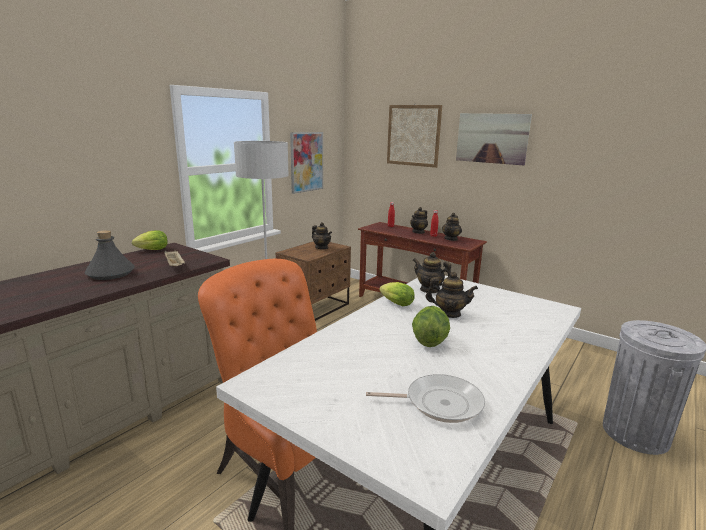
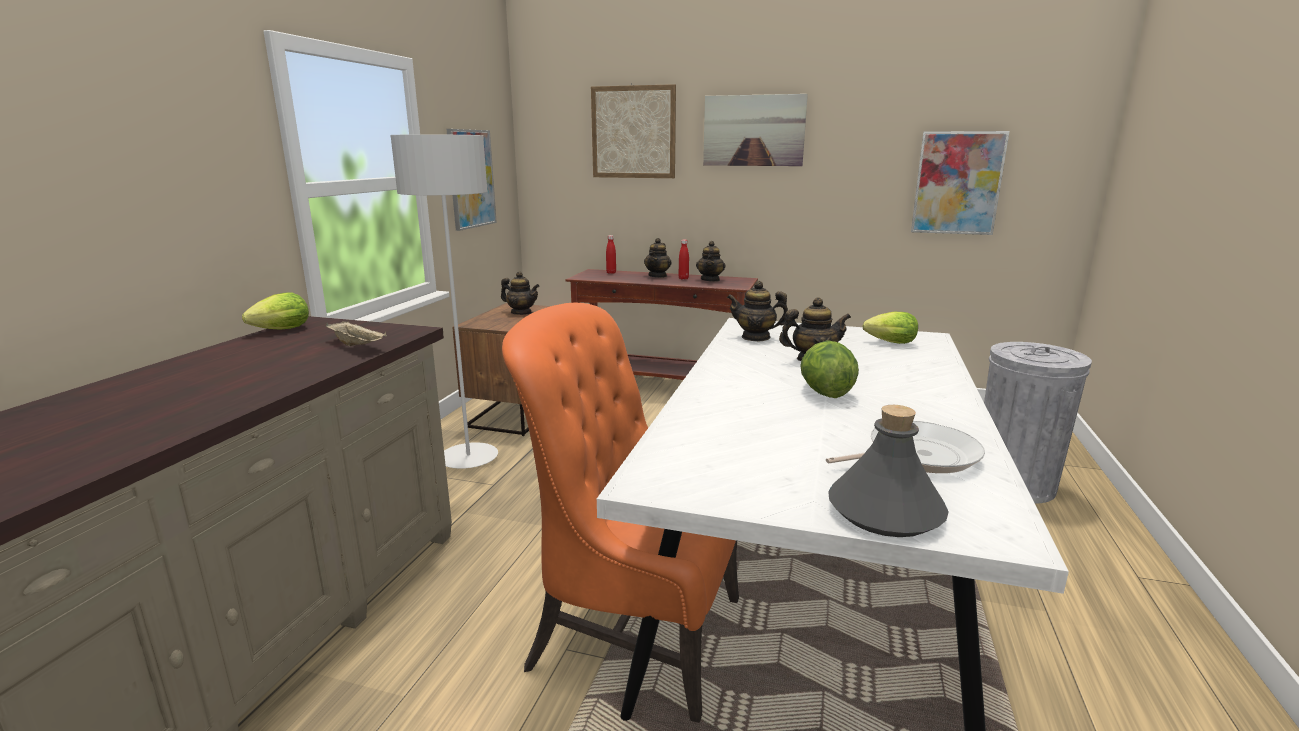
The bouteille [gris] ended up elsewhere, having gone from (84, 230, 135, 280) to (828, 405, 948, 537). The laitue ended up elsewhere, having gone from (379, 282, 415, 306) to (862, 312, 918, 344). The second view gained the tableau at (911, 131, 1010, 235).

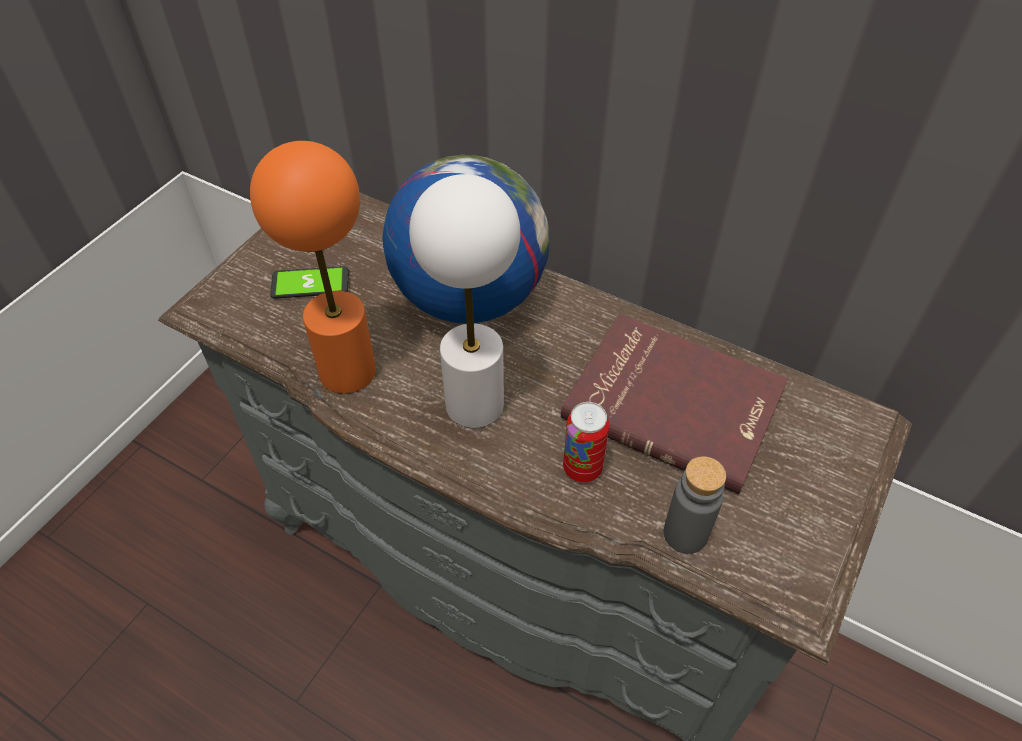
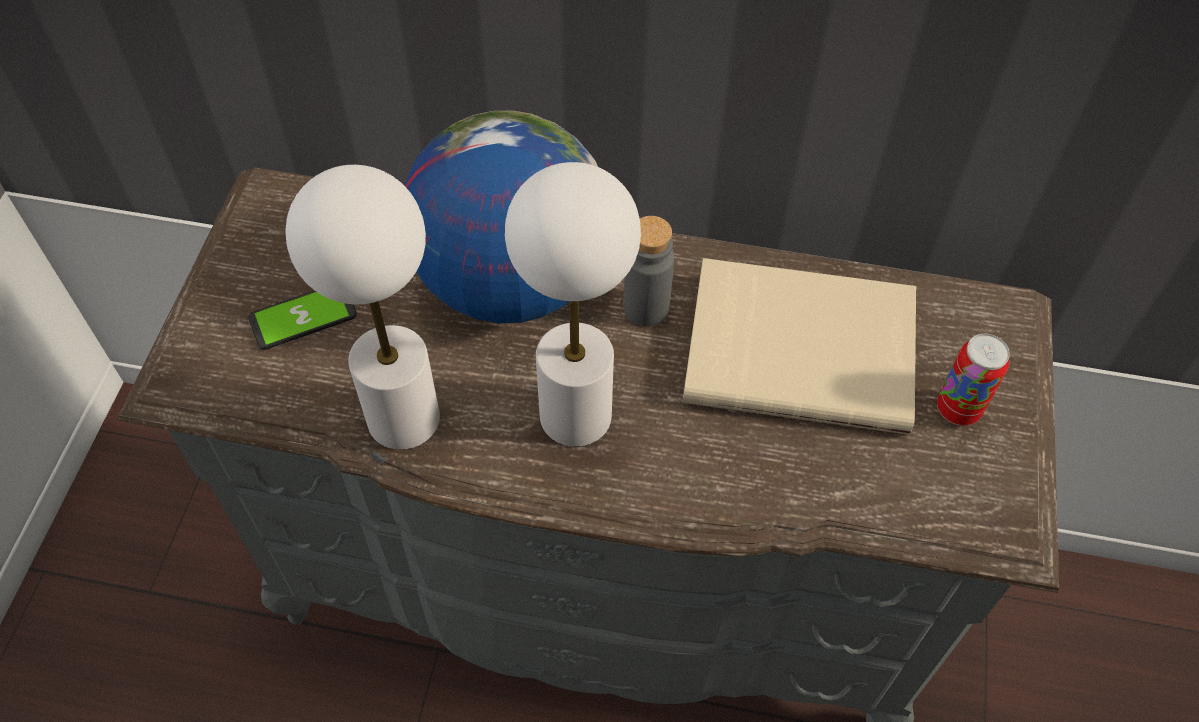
What was the lampe de table [orange] at (250, 141, 376, 394) turned into the lampe de table [blanc] at (285, 165, 440, 450). The bouteille [gris] ended up elsewhere, having gone from (664, 456, 726, 554) to (623, 216, 674, 326). What was the livre [rouge] at (561, 314, 788, 494) turned into the livre [beige] at (682, 258, 916, 435). The boîte métallique ended up elsewhere, having gone from (563, 402, 609, 483) to (937, 334, 1010, 426).

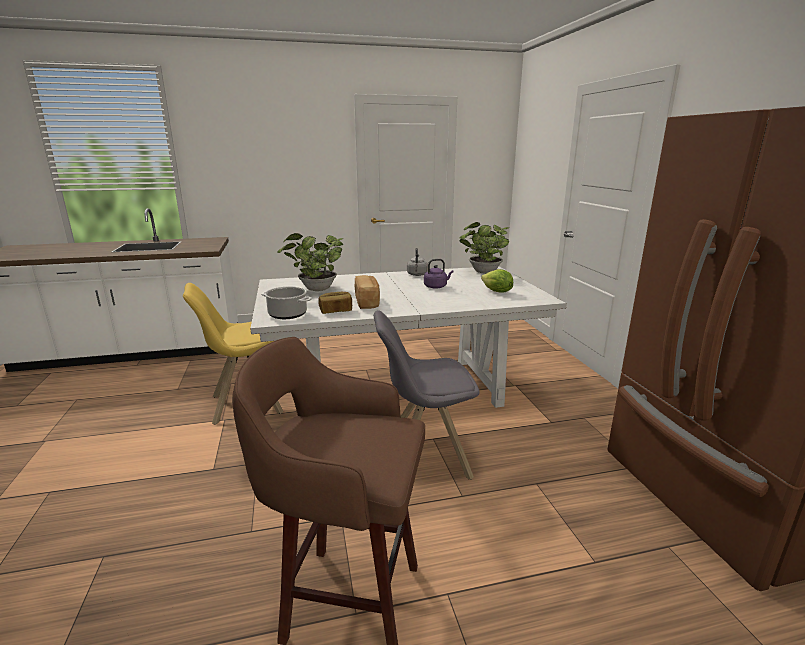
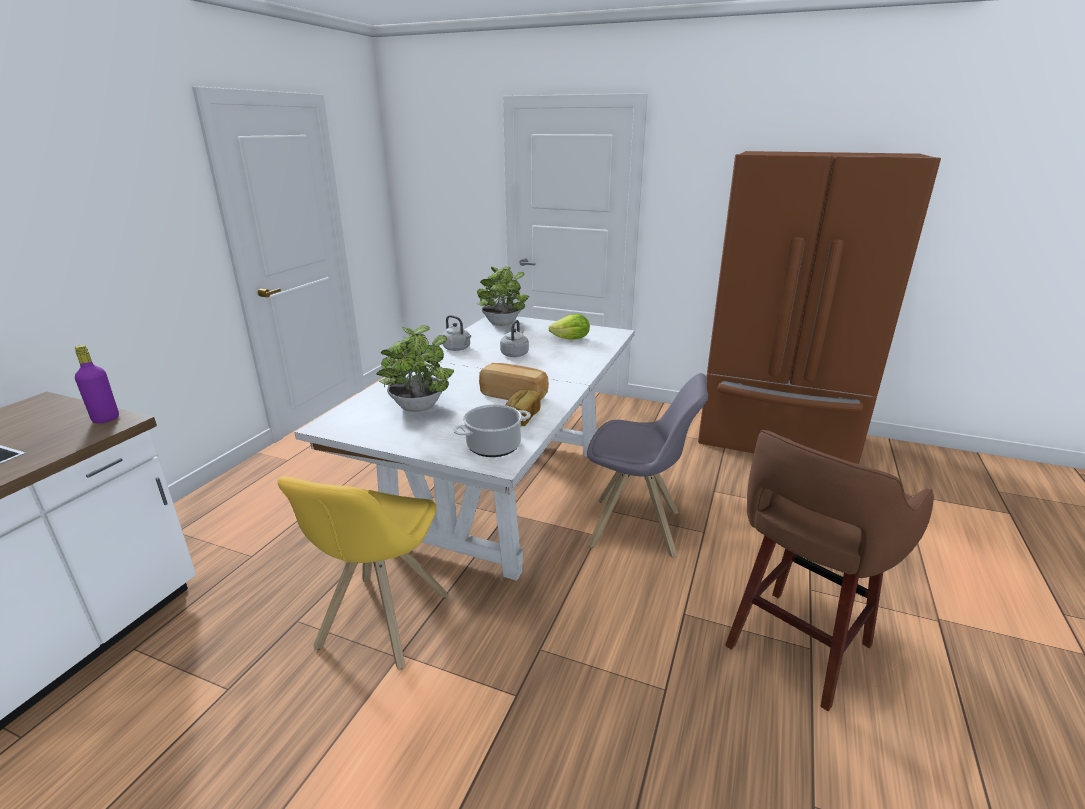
The second view gained the bouteille [violet] at (75, 345, 119, 423). What was the bouilloire [violet] at (424, 259, 454, 289) turned into the bouilloire [gris] at (500, 320, 529, 357). The chaise [gris] at (374, 310, 479, 480) ended up facing another way, 105 degrees counterclockwise from before.

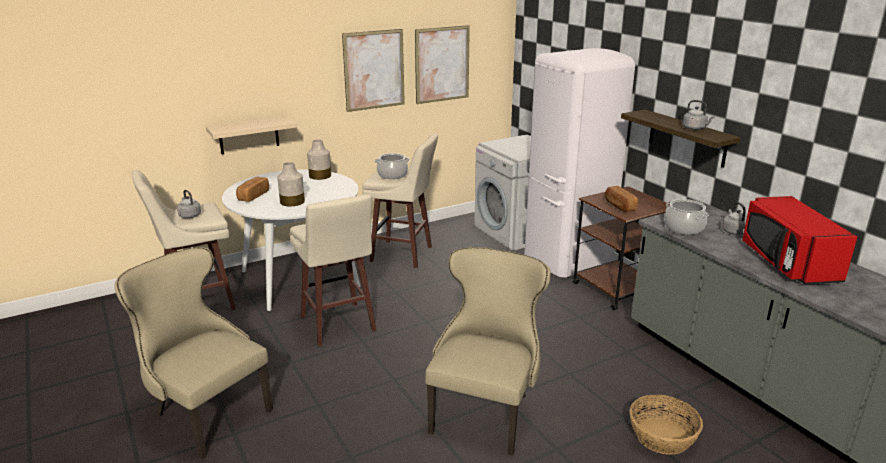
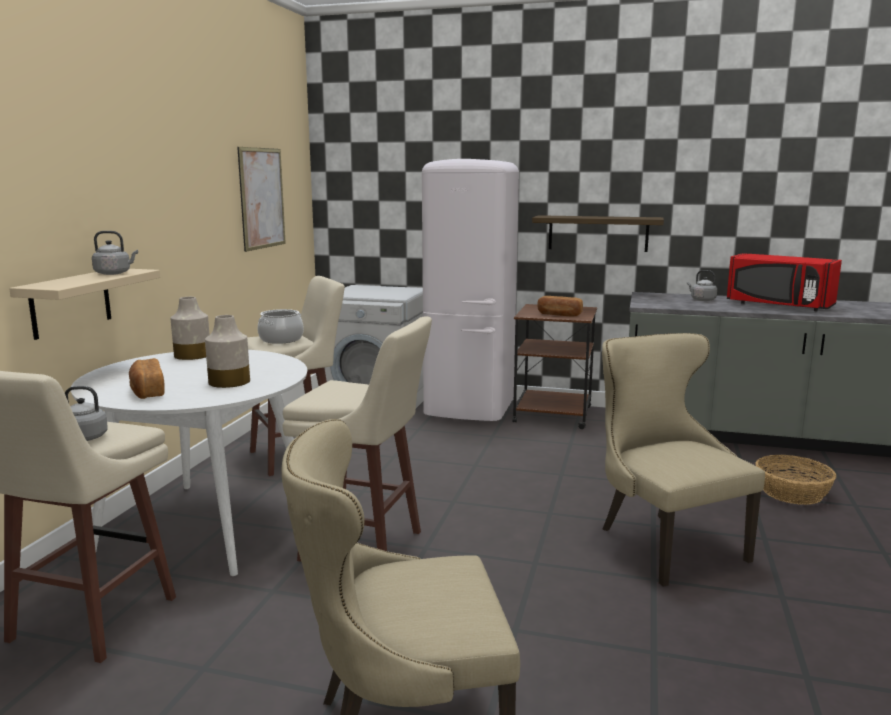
The bouilloire [gris] ended up elsewhere, having gone from (682, 100, 715, 130) to (92, 231, 138, 275). The second view lost the tableau at (342, 29, 405, 112). The second view lost the marmite at (664, 199, 709, 235).

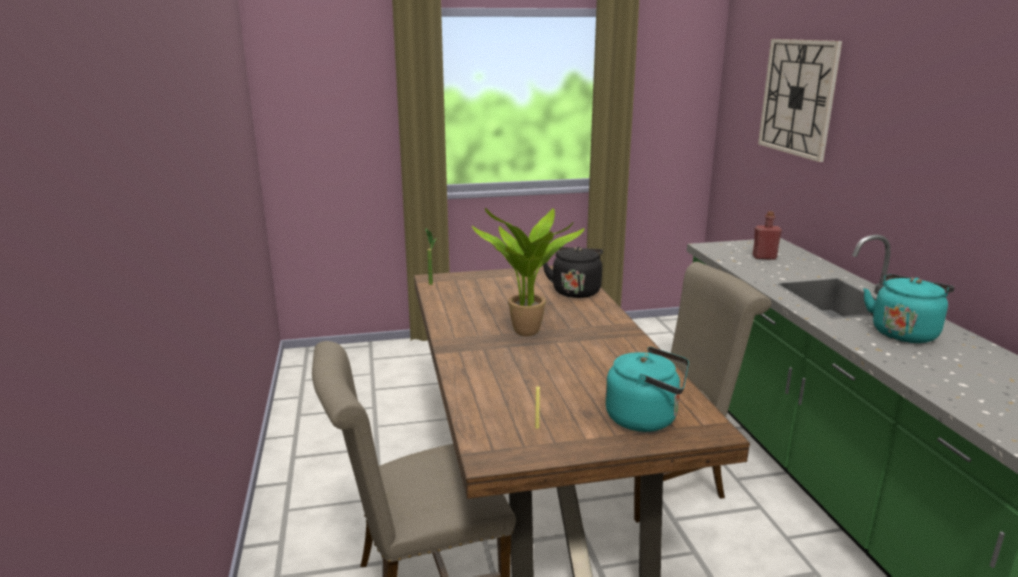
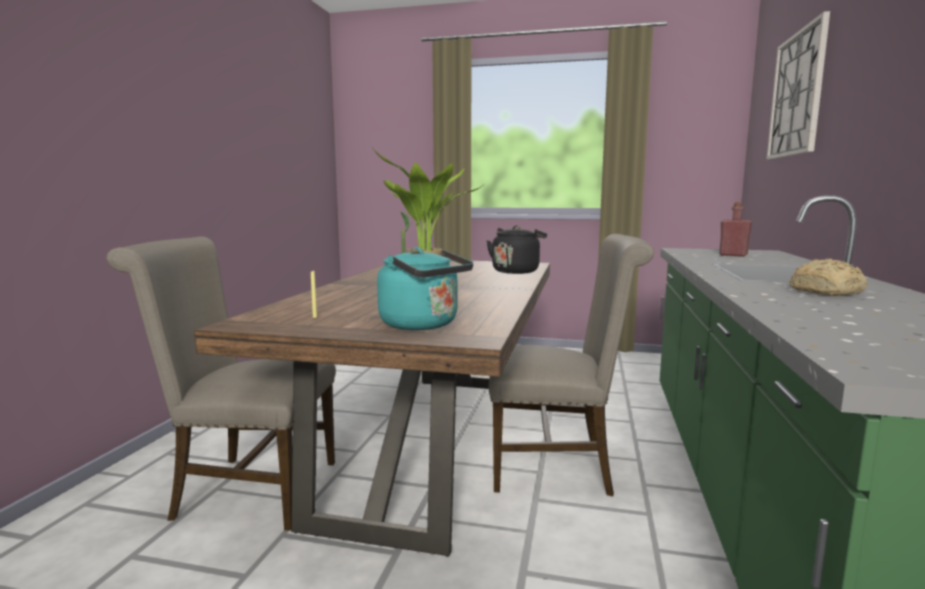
Where the bouilloire [turquoise] stood at (863, 274, 954, 343), the pain came to stand at (789, 259, 867, 296).

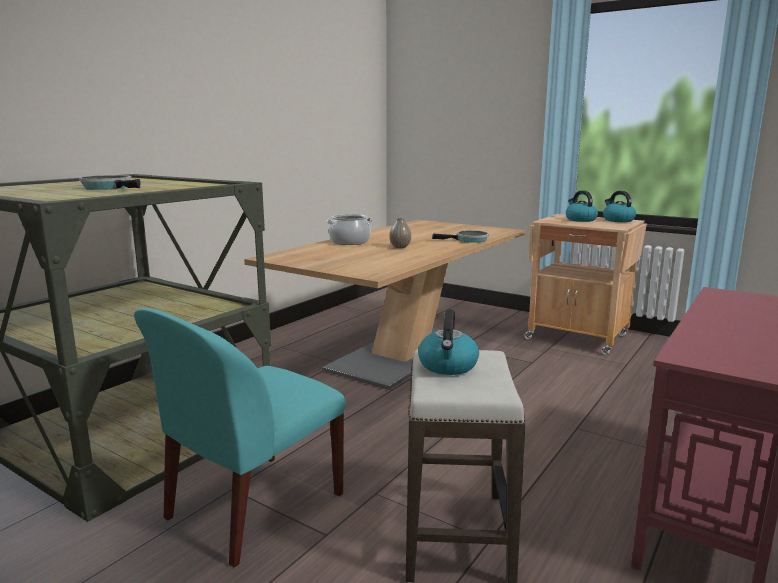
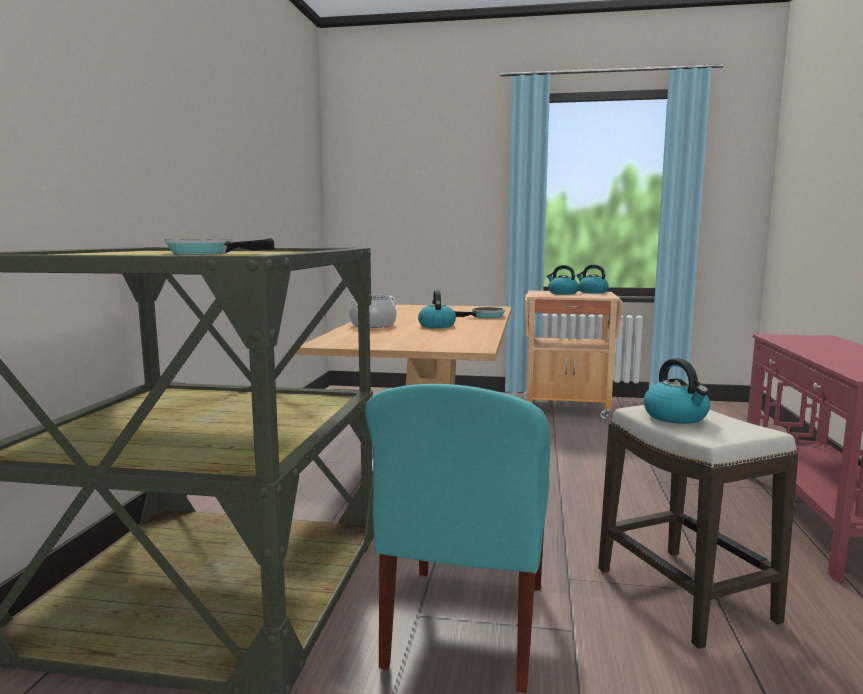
Where the vase stood at (389, 218, 411, 248), the bouilloire came to stand at (418, 290, 456, 328).

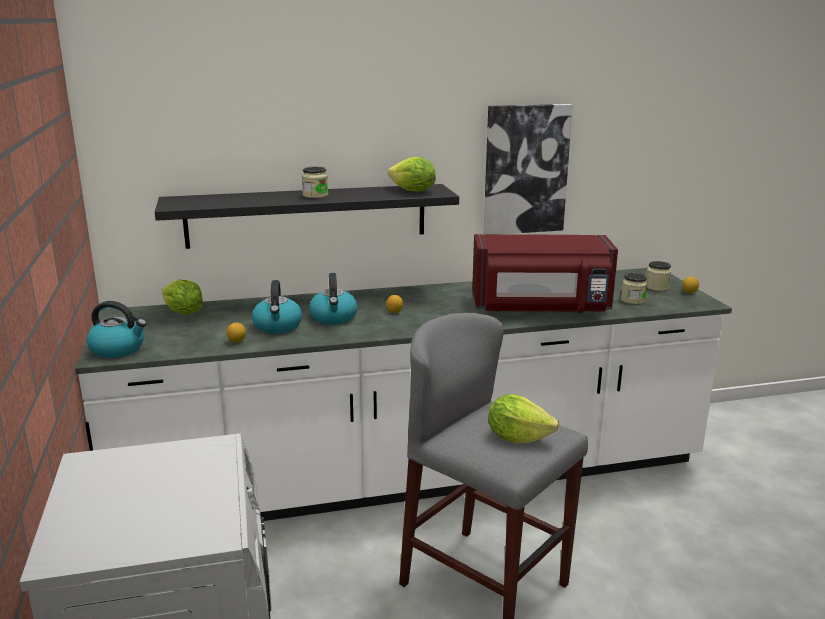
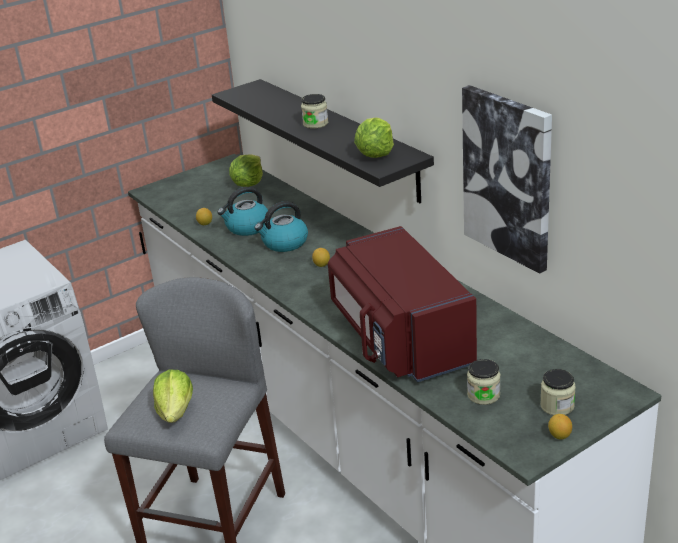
The second view lost the bouilloire at (87, 301, 147, 358).

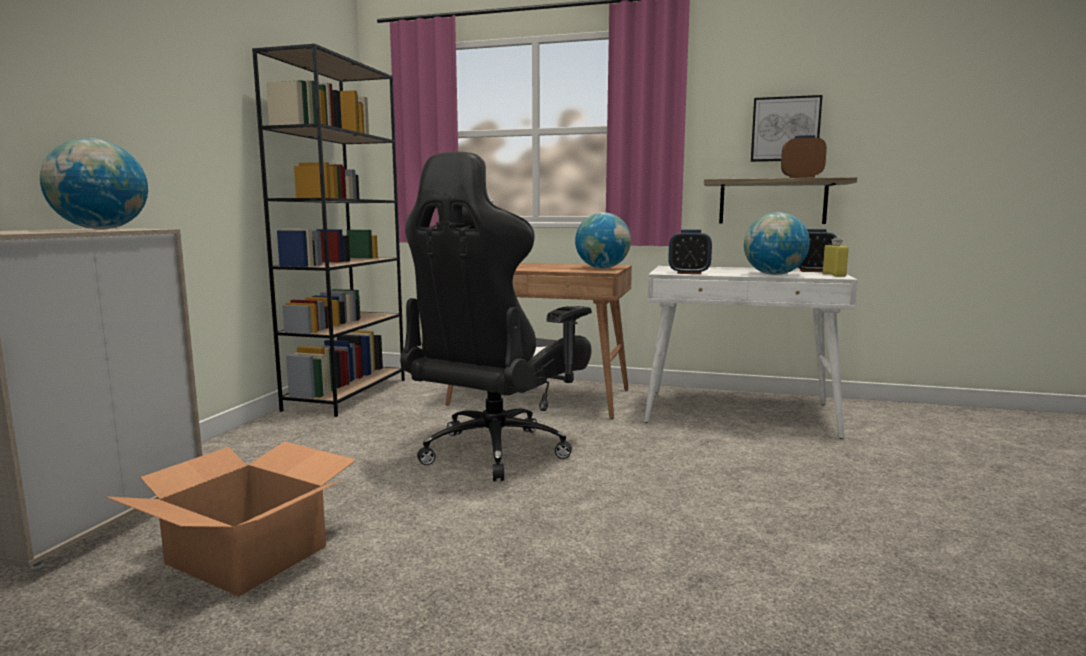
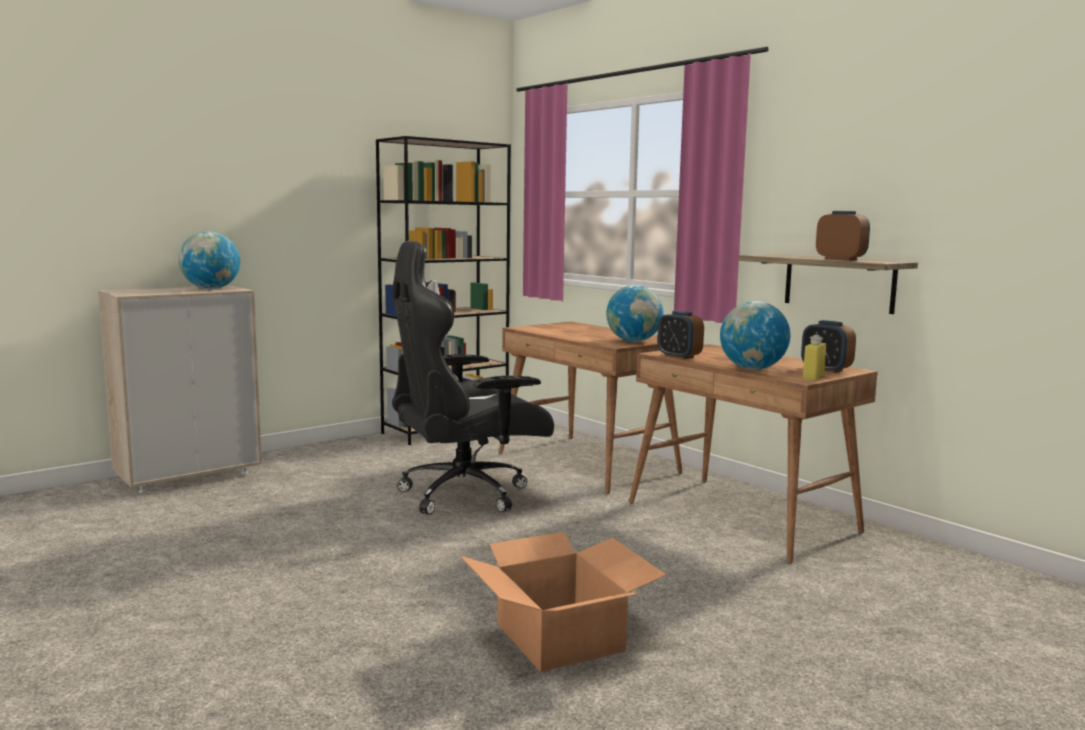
The carton ended up elsewhere, having gone from (106, 442, 356, 597) to (460, 532, 667, 672). What was the bureau [blanc] at (644, 266, 858, 439) turned into the bureau [marron] at (629, 344, 878, 564). The second view lost the tableau at (751, 95, 823, 162).

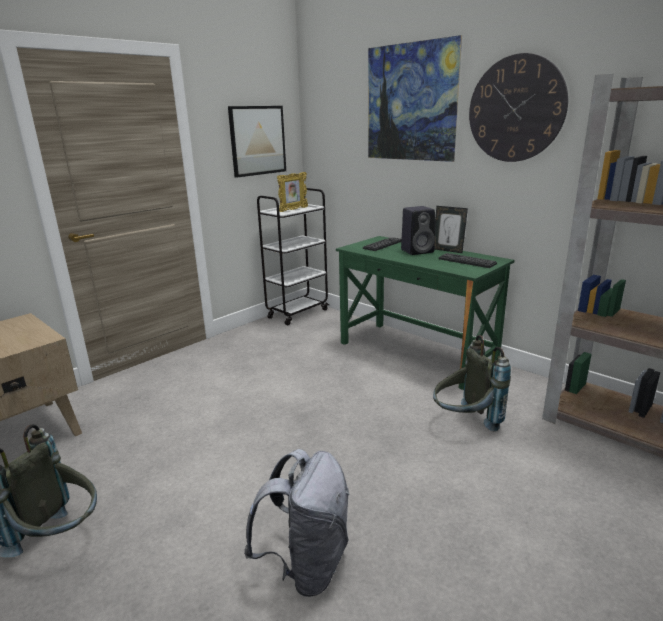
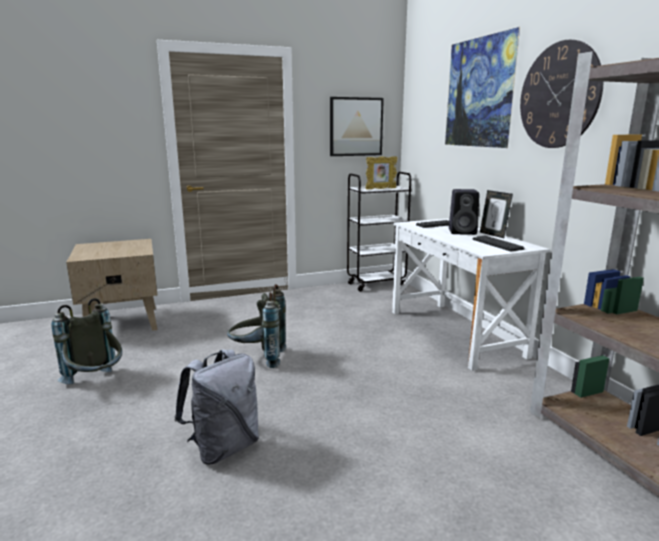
The sac à dos [gris] ended up elsewhere, having gone from (433, 335, 511, 431) to (227, 284, 286, 368). What was the bureau [vert] at (336, 236, 514, 390) turned into the bureau [blanc] at (392, 219, 550, 371).

